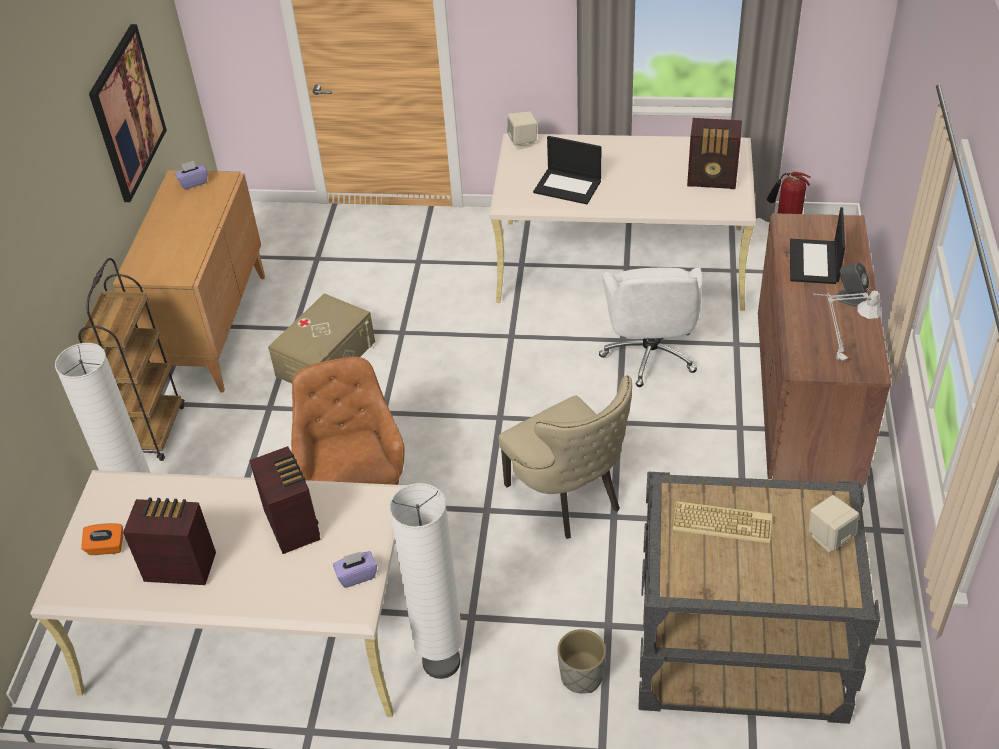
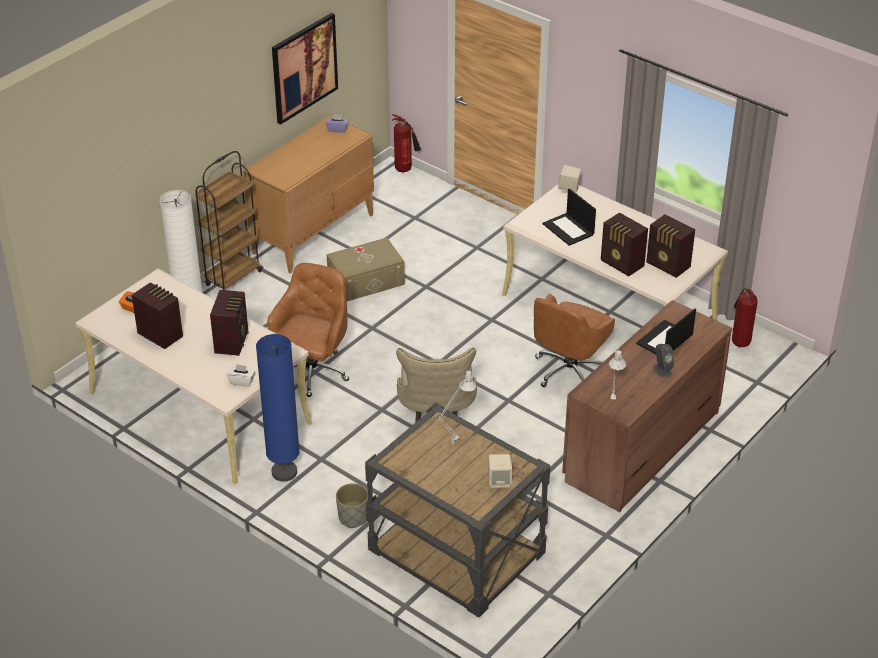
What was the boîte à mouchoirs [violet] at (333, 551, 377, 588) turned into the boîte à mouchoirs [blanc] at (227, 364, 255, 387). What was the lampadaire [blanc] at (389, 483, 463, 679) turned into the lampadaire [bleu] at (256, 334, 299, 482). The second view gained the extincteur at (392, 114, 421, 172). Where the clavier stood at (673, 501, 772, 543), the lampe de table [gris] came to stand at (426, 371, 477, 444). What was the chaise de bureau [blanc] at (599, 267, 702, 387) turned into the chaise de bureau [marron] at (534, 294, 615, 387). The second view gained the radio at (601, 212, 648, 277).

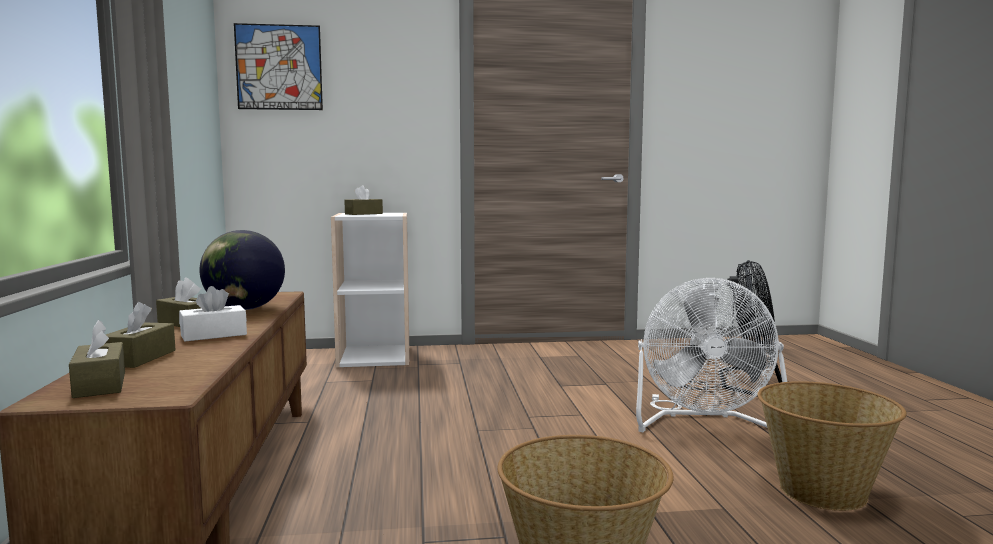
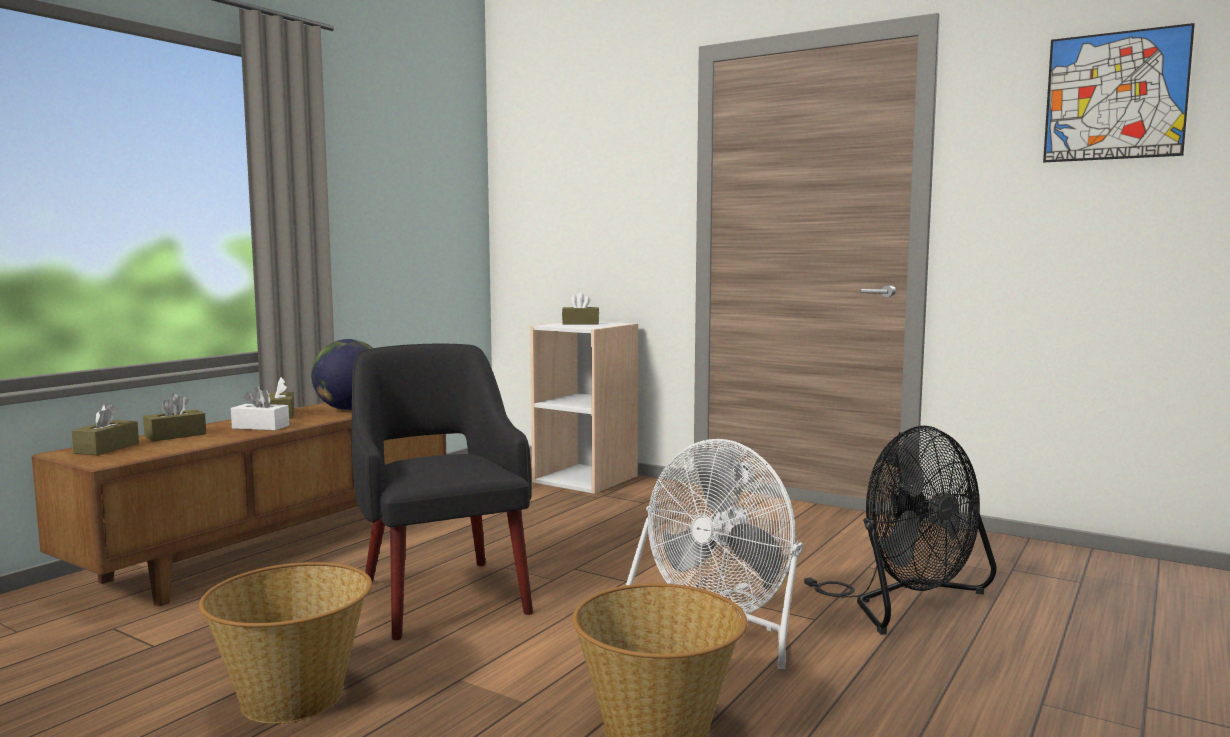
The second view gained the fauteuil [noir] at (351, 344, 533, 640). The tableau ended up elsewhere, having gone from (234, 23, 323, 110) to (1043, 23, 1195, 162).

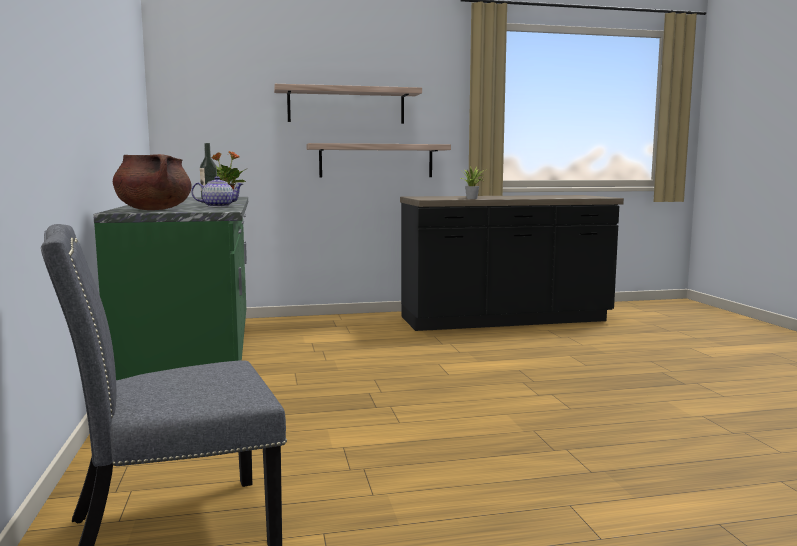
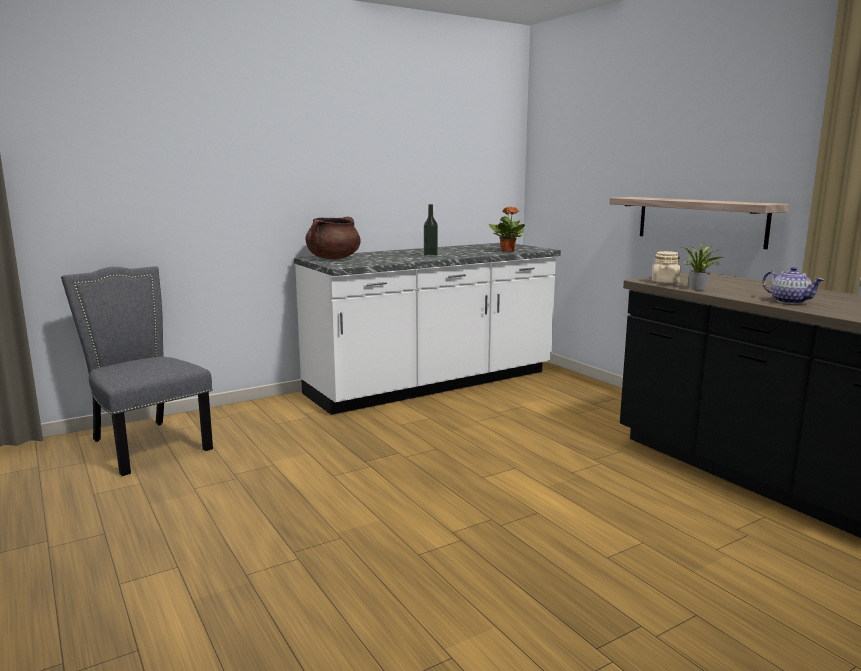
What was the comptoir de cuisine [vert] at (93, 197, 248, 380) turned into the comptoir de cuisine [blanc] at (294, 243, 561, 415). The second view gained the bocal [beige] at (652, 251, 680, 284). The théière ended up elsewhere, having gone from (191, 176, 243, 207) to (762, 267, 824, 304). The second view lost the étagère at (274, 84, 422, 124).

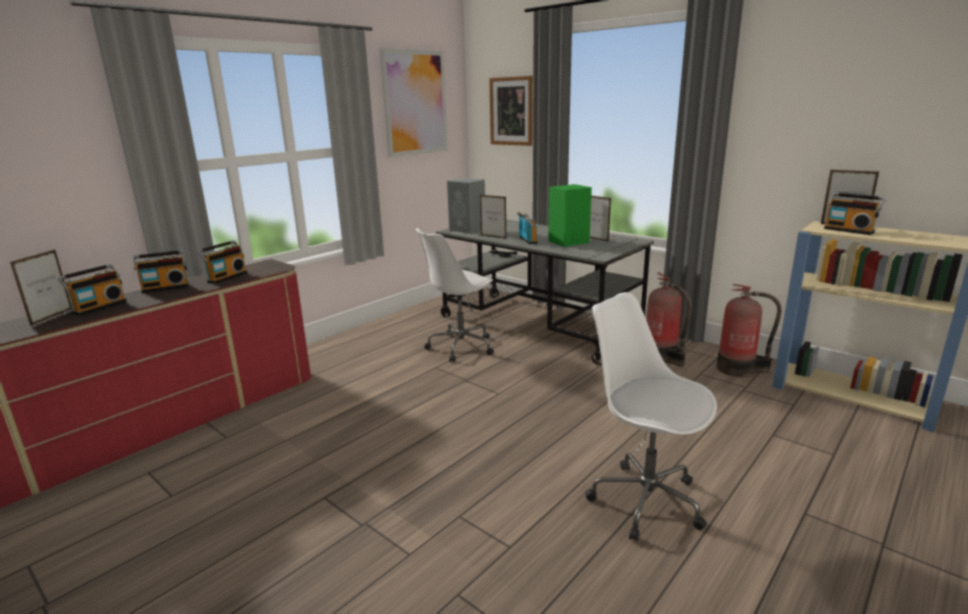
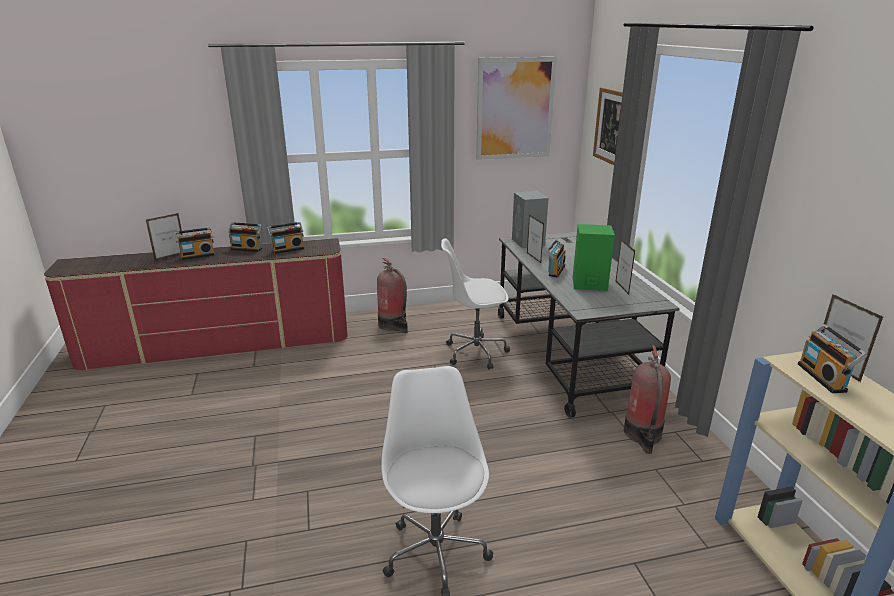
The extincteur ended up elsewhere, having gone from (716, 284, 782, 377) to (377, 258, 408, 333).

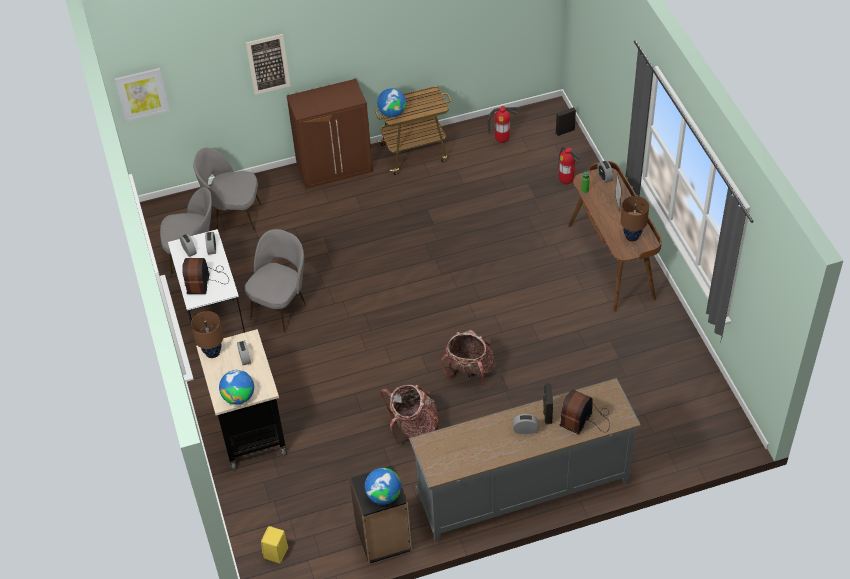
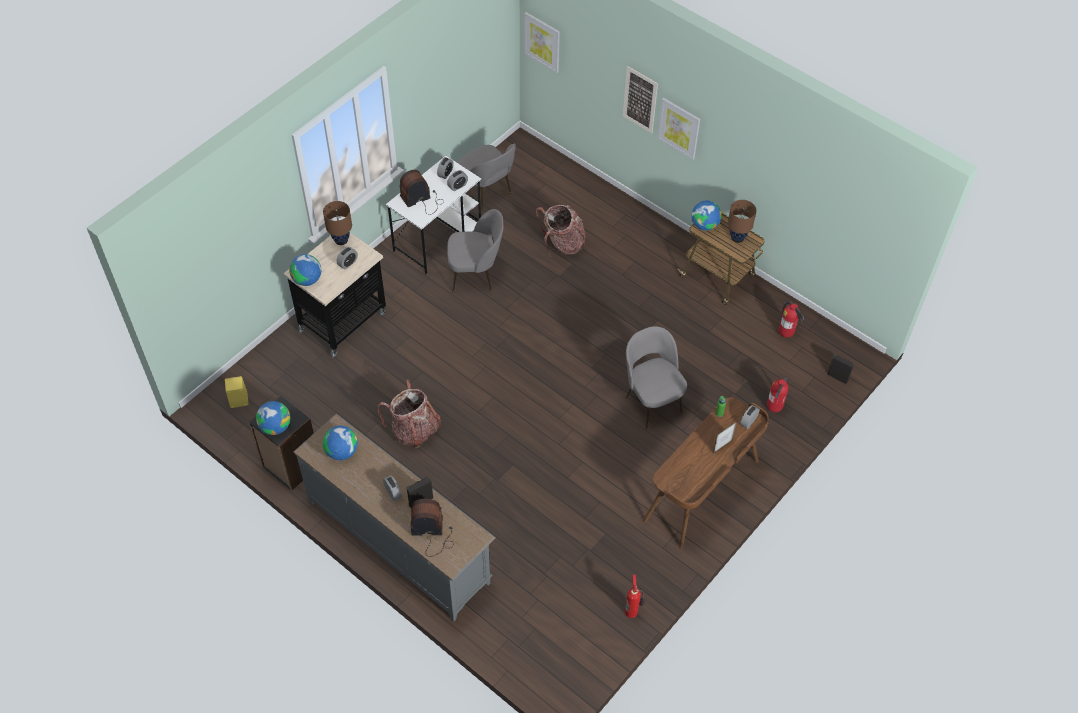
The second view gained the globe at (323, 426, 358, 460). The sac à dos ended up elsewhere, having gone from (441, 330, 494, 386) to (536, 205, 586, 257). The second view gained the extincteur at (625, 575, 645, 618). The chaise [gris] ended up elsewhere, having gone from (193, 148, 261, 232) to (626, 326, 687, 429). The second view gained the tableau at (657, 98, 700, 160). The lampe de table [marron] ended up elsewhere, having gone from (620, 196, 649, 241) to (728, 200, 756, 243). The second view lost the meuble de rangement [marron] at (287, 79, 373, 189).

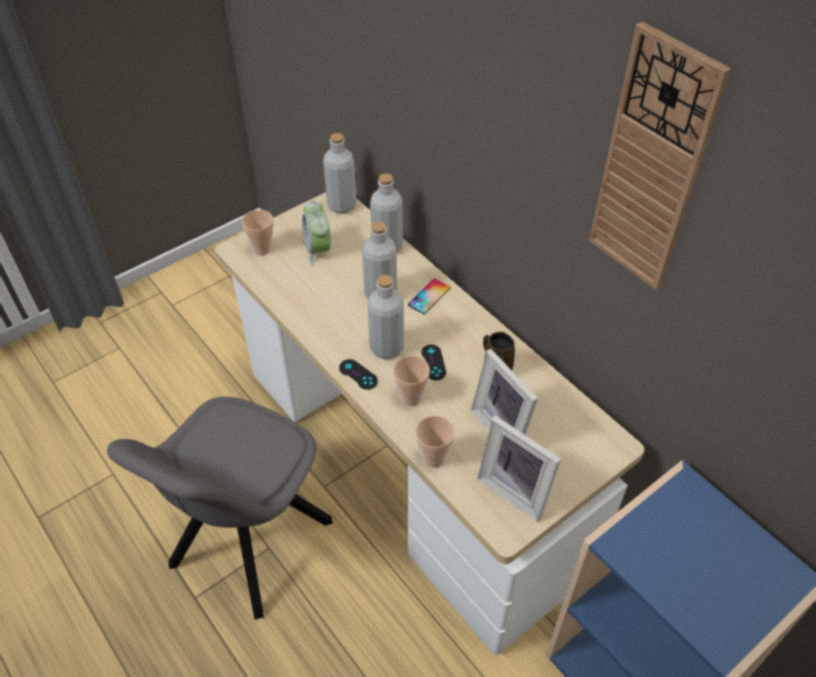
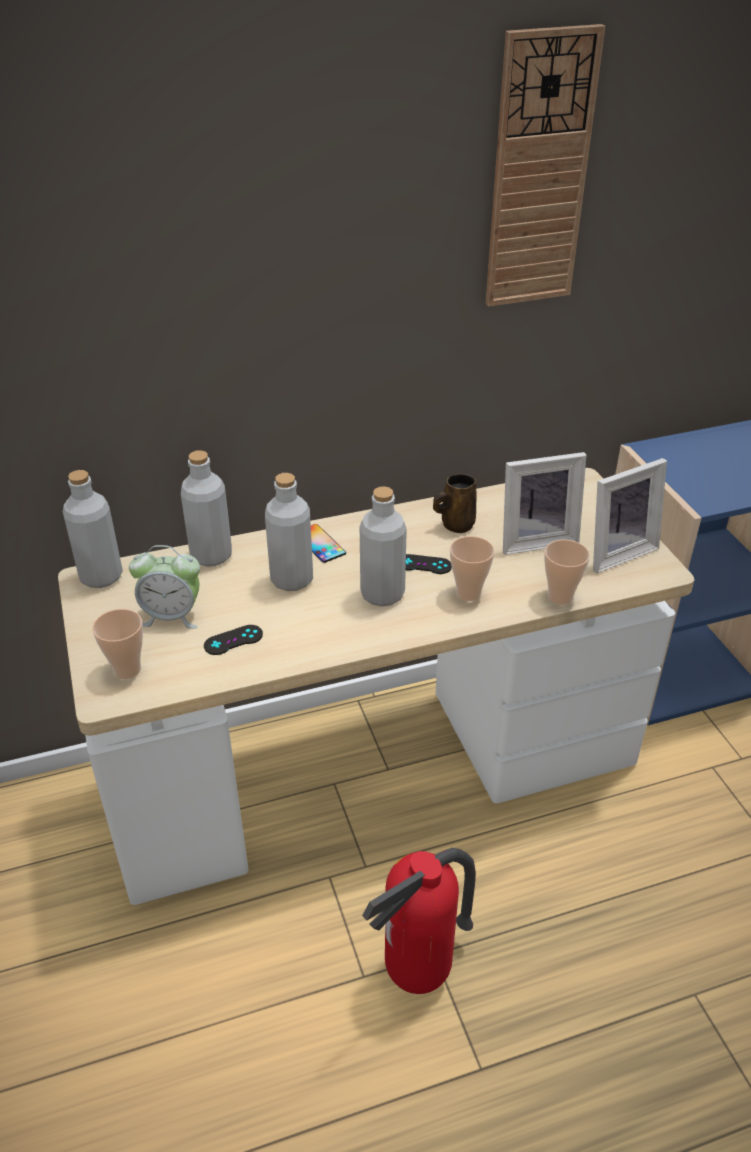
The manette [noir] ended up elsewhere, having gone from (339, 359, 378, 390) to (204, 625, 263, 655). Where the chaise [gris] stood at (107, 397, 333, 620), the extincteur came to stand at (362, 848, 476, 994).

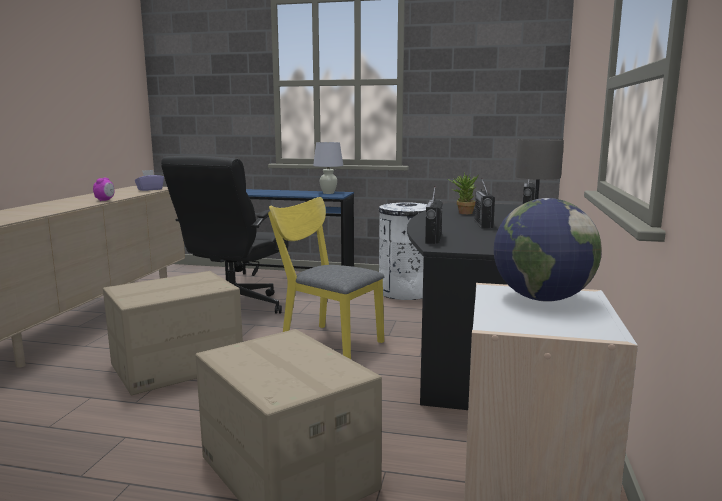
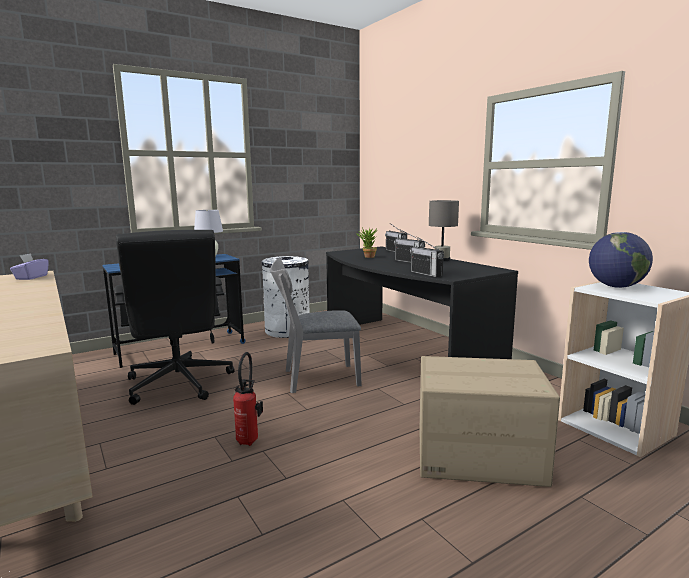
Where the carton stood at (103, 271, 243, 395), the extincteur came to stand at (233, 352, 263, 446). What was the chaise [jaune] at (268, 197, 384, 359) turned into the chaise [gris] at (270, 258, 362, 393). The second view lost the réveil at (93, 178, 114, 201).

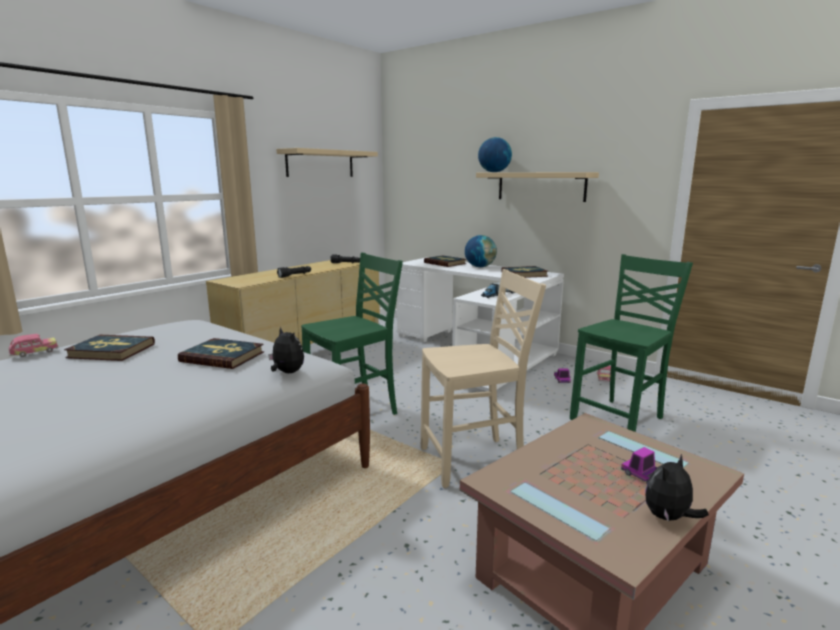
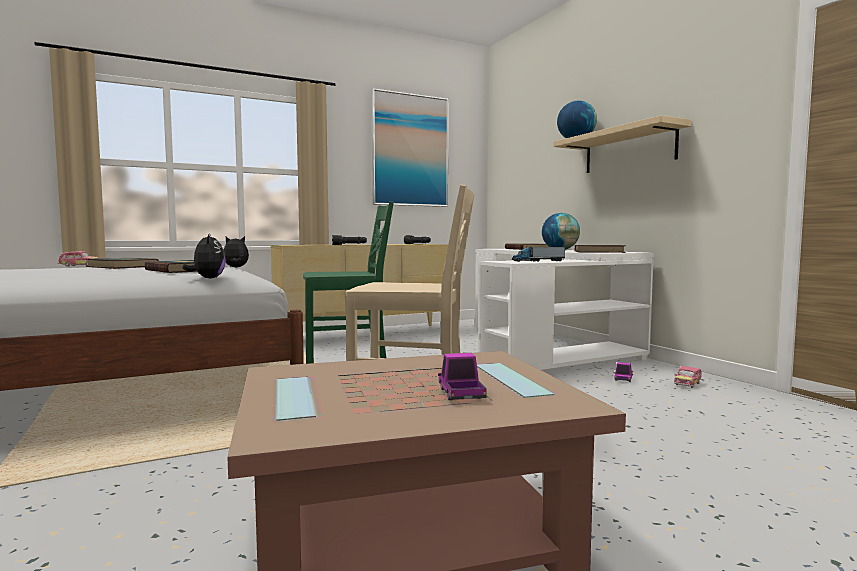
The peluche ended up elsewhere, having gone from (646, 454, 709, 522) to (223, 236, 249, 268). Where the étagère [beige] hung at (276, 148, 378, 177), the tableau came to hang at (372, 88, 449, 207). The second view lost the chaise [vert] at (570, 254, 693, 432).

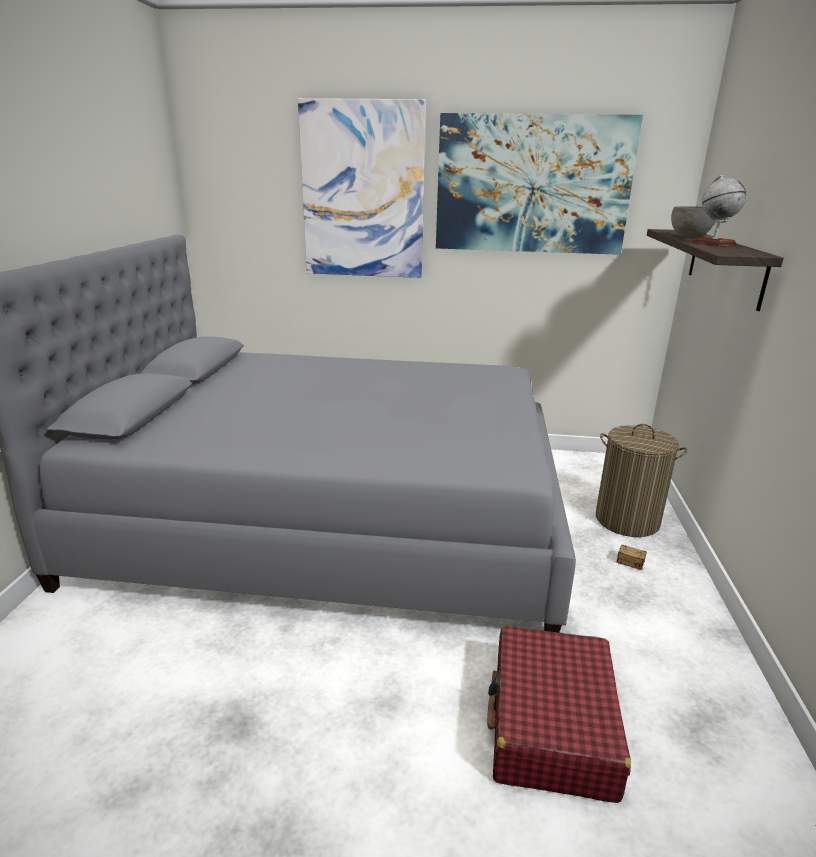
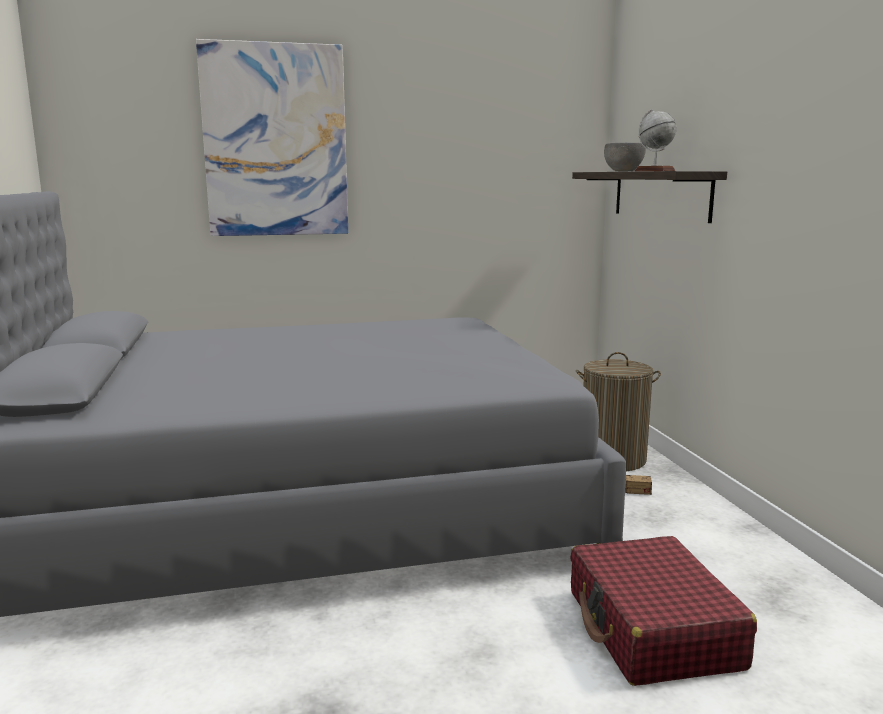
The second view lost the tableau at (436, 113, 643, 255).

